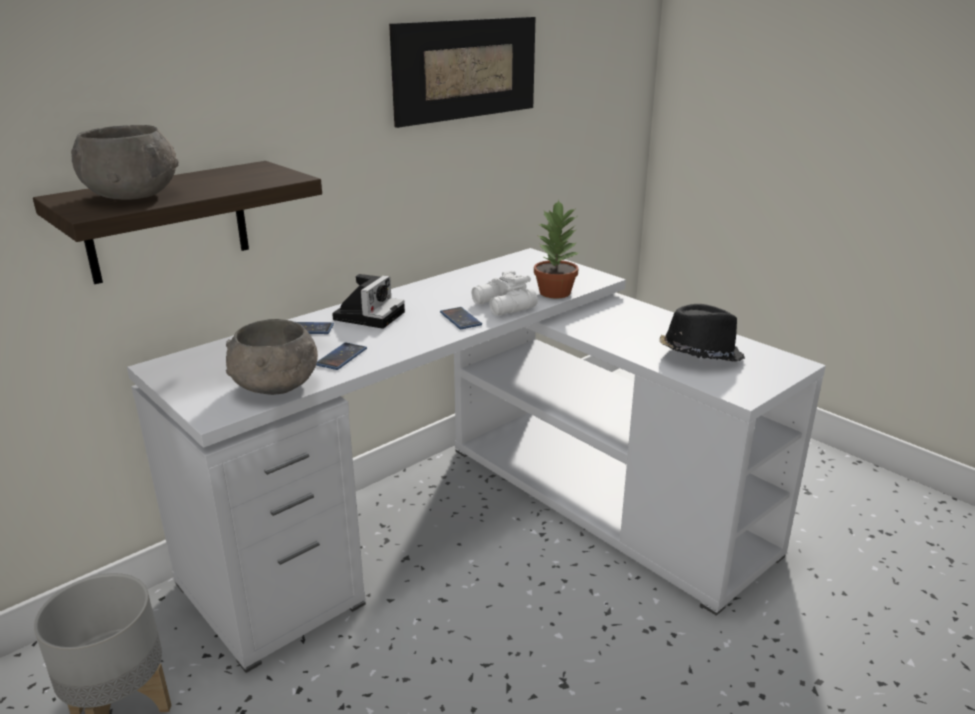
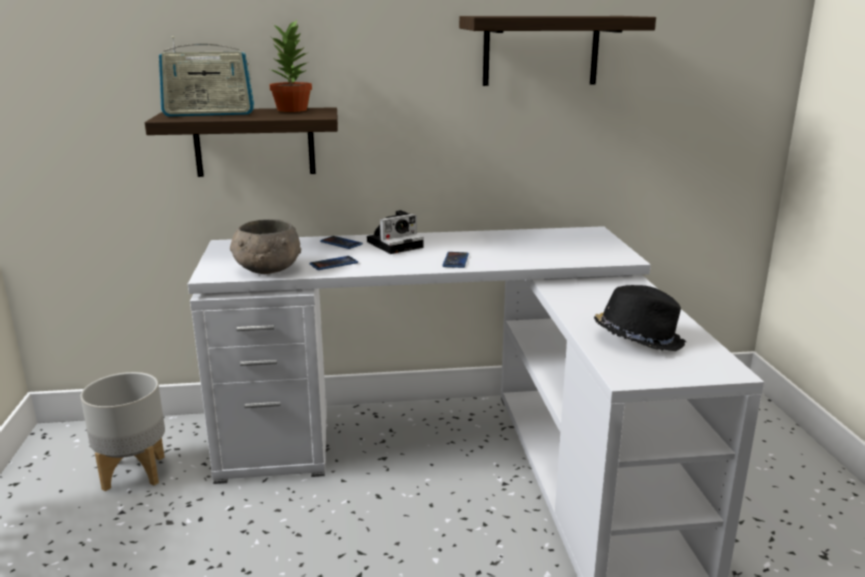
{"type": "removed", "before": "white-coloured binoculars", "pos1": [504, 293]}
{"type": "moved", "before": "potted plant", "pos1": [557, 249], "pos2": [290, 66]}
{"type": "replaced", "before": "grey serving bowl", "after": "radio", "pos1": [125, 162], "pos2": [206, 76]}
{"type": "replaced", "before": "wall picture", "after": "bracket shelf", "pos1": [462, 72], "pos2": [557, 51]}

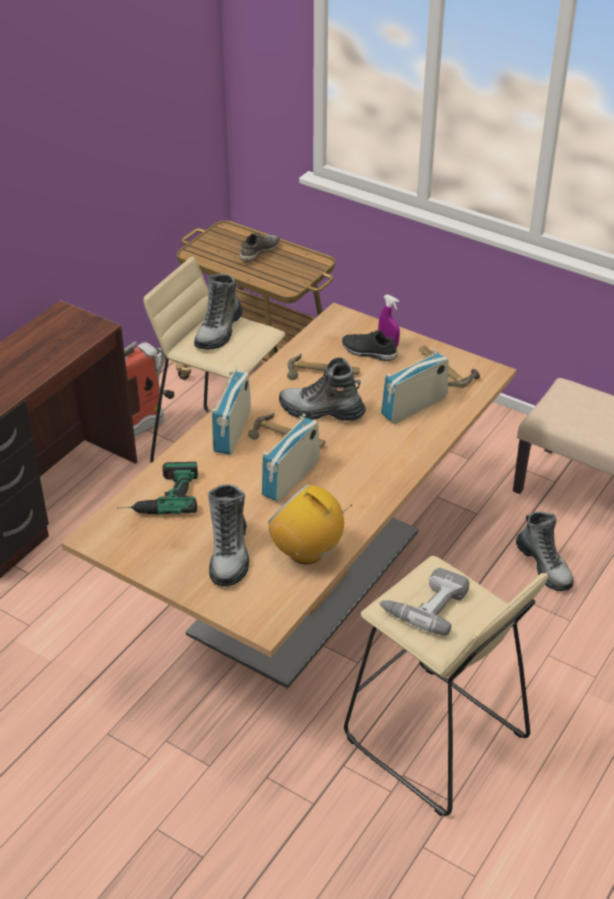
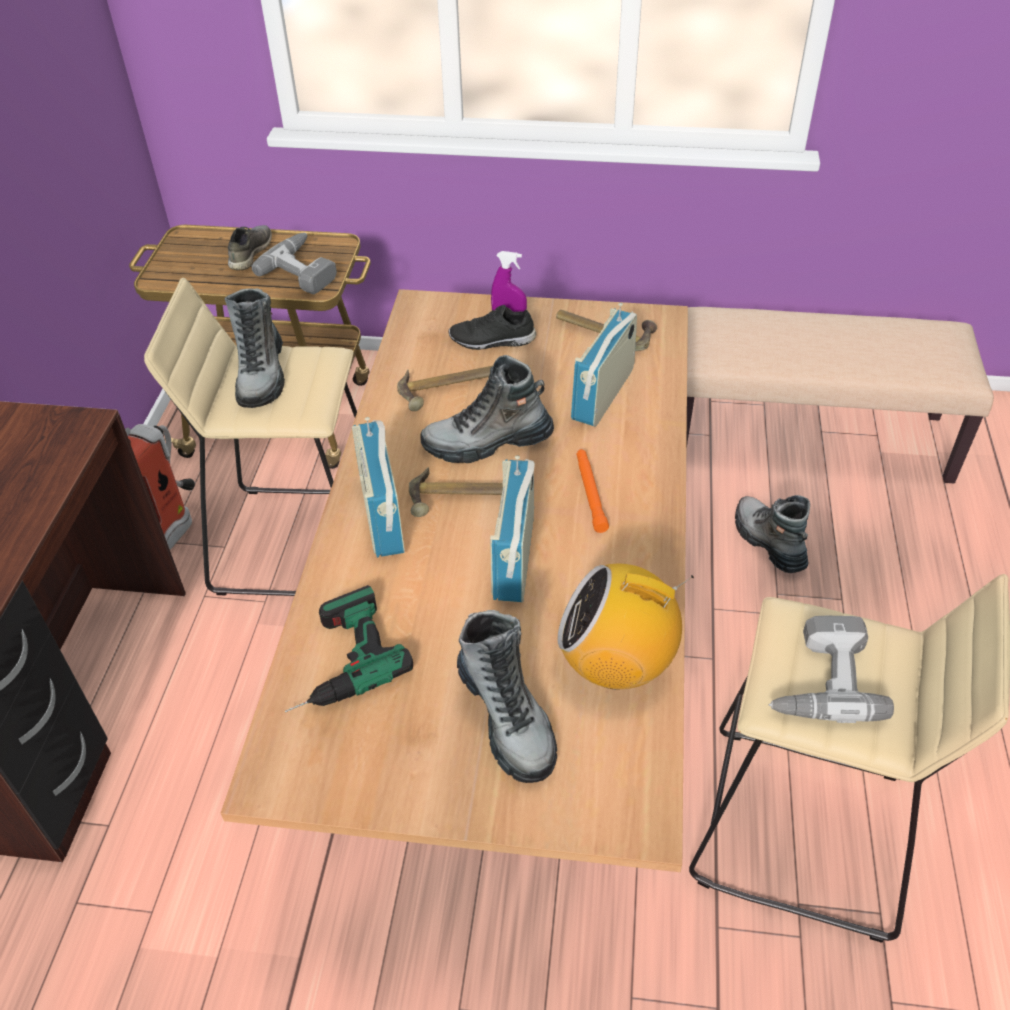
{"type": "added", "after": "drill", "pos2": [294, 264]}
{"type": "added", "after": "orange-coloured hand torch", "pos2": [593, 491]}
{"type": "turned", "before": "boot", "pos1": [544, 551], "pos2": [772, 534], "turn": -150}

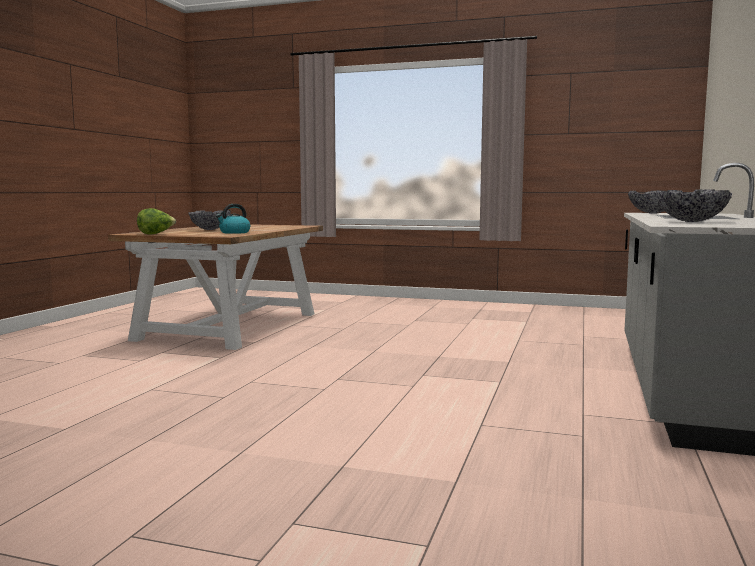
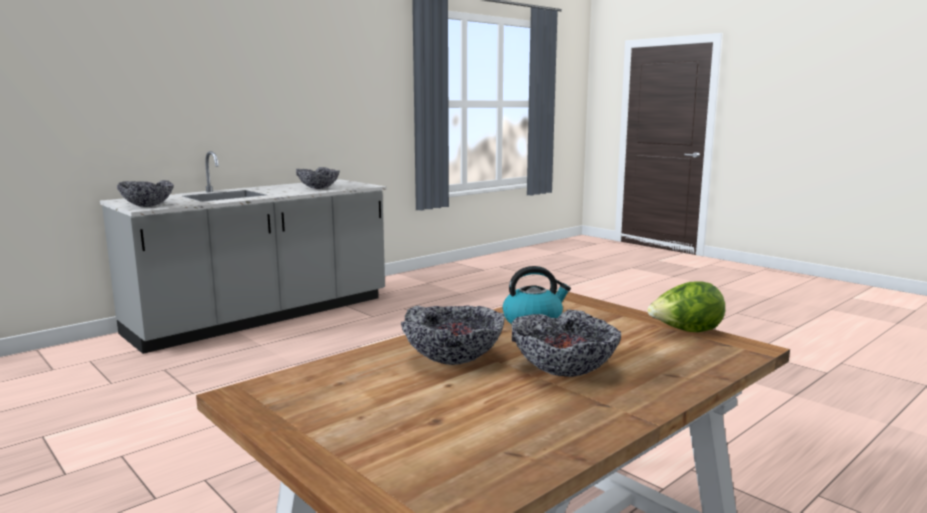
{"type": "added", "after": "serving bowl", "pos2": [453, 335]}

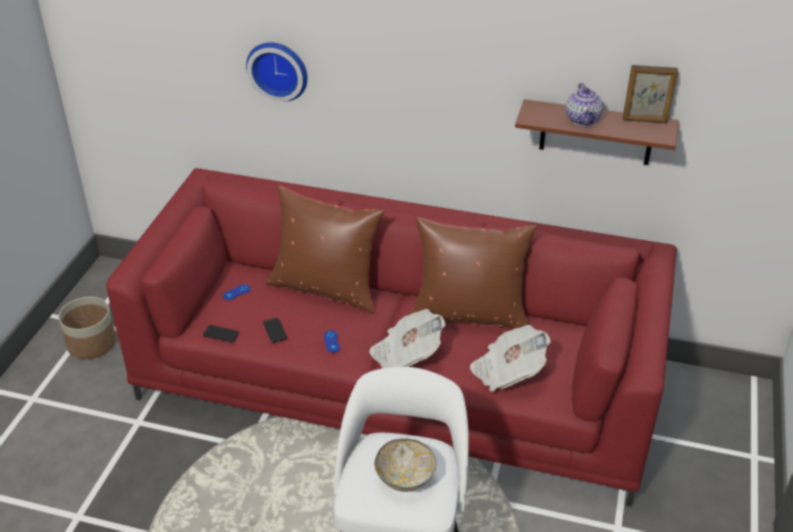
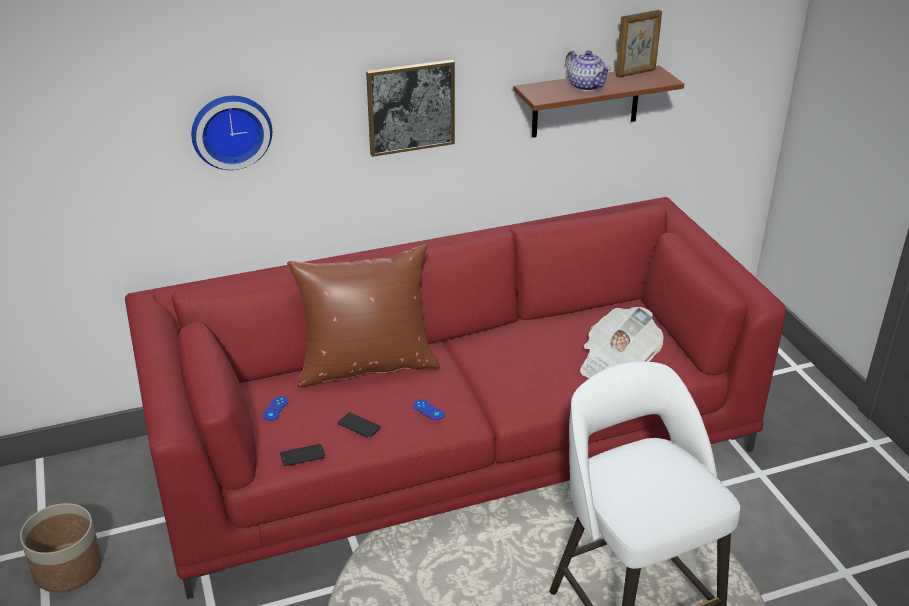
{"type": "removed", "before": "daily paper", "pos1": [407, 338]}
{"type": "removed", "before": "serving bowl", "pos1": [405, 465]}
{"type": "removed", "before": "brown throw pillow", "pos1": [473, 273]}
{"type": "added", "after": "wall picture", "pos2": [410, 108]}

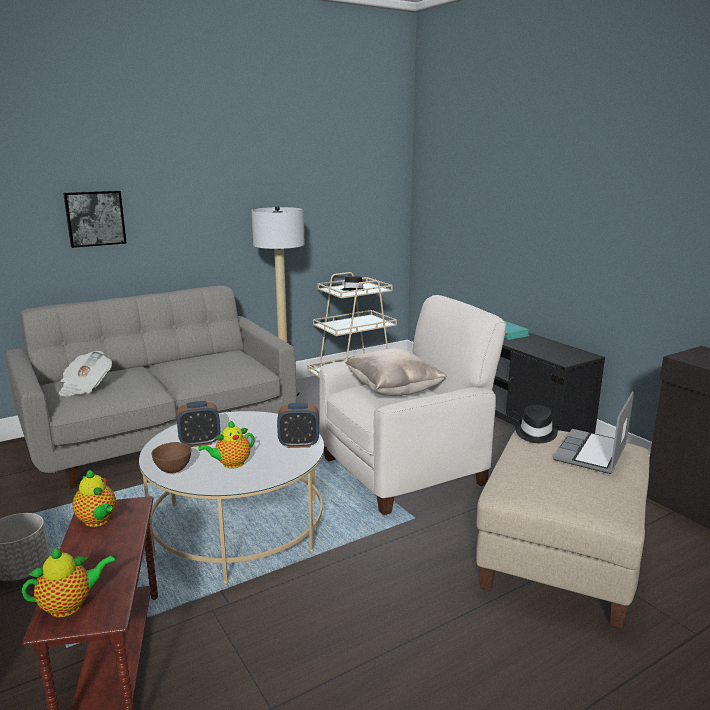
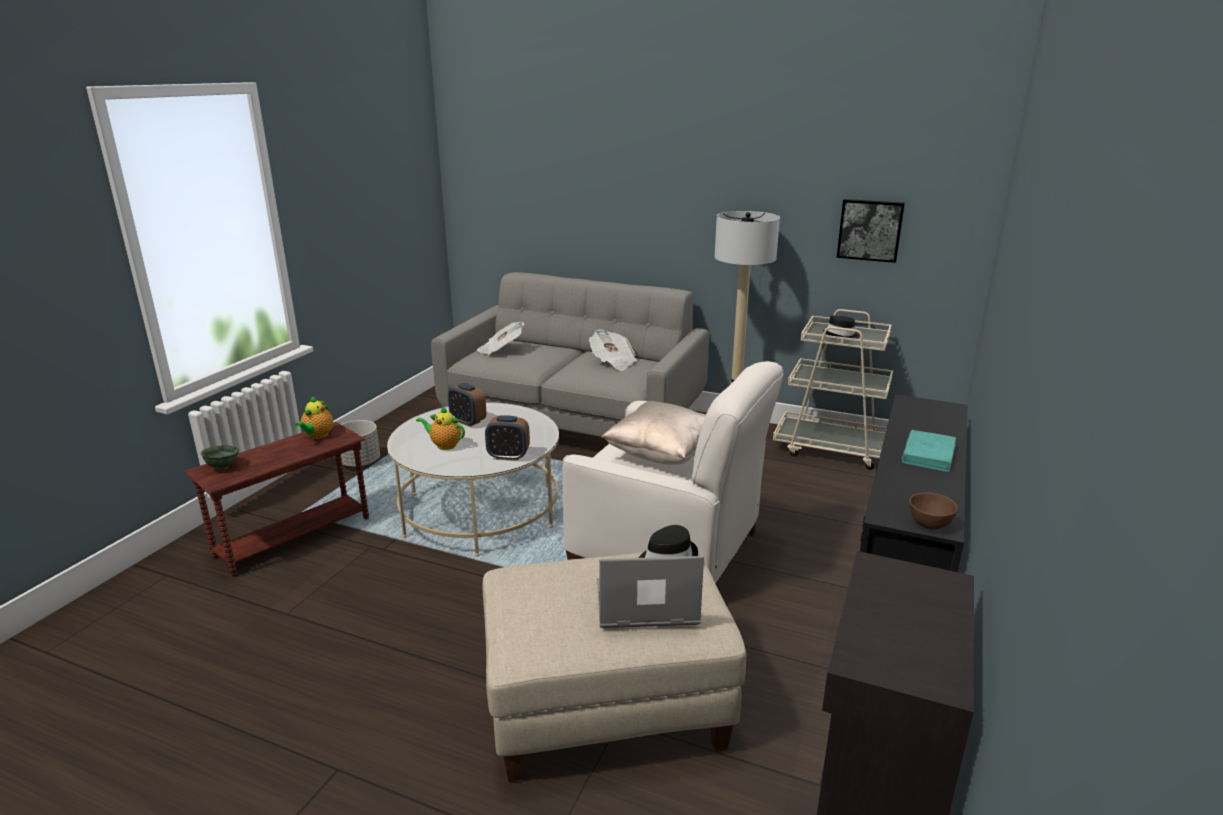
{"type": "added", "after": "daily paper", "pos2": [613, 350]}
{"type": "moved", "before": "wall picture", "pos1": [95, 219], "pos2": [871, 231]}
{"type": "moved", "before": "brown serving bowl", "pos1": [171, 457], "pos2": [933, 511]}
{"type": "replaced", "before": "pot for tea", "after": "green serving bowl", "pos1": [68, 581], "pos2": [220, 457]}
{"type": "turned", "before": "table clock", "pos1": [298, 425], "pos2": [507, 438], "turn": -45}

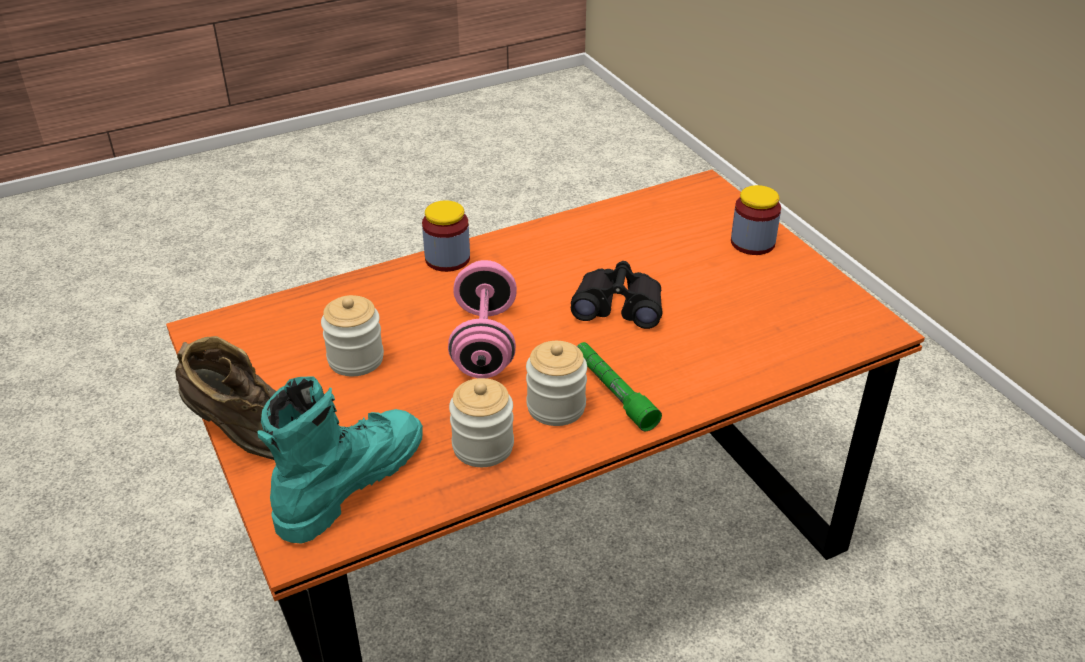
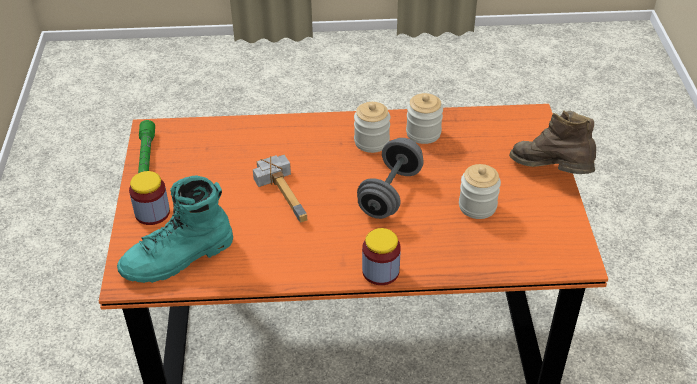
{"type": "moved", "before": "turquoise boot", "pos1": [340, 460], "pos2": [175, 229]}
{"type": "moved", "before": "green hand torch", "pos1": [619, 386], "pos2": [146, 146]}
{"type": "replaced", "before": "blackish binoculars", "after": "tool hammer", "pos1": [617, 295], "pos2": [280, 189]}
{"type": "recoloured", "before": "pink-coloured hand weight", "after": "grey hand weight", "pos1": [482, 319], "pos2": [390, 178]}

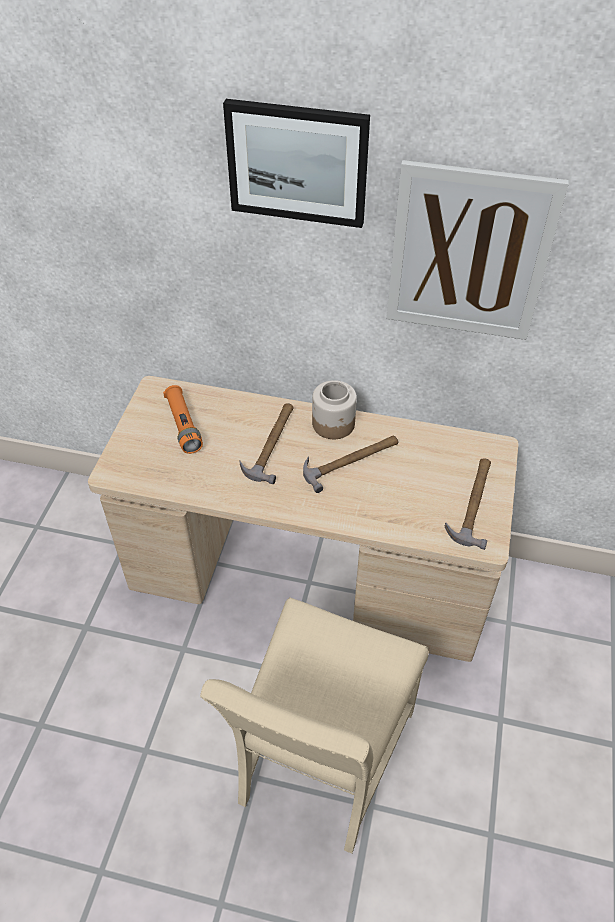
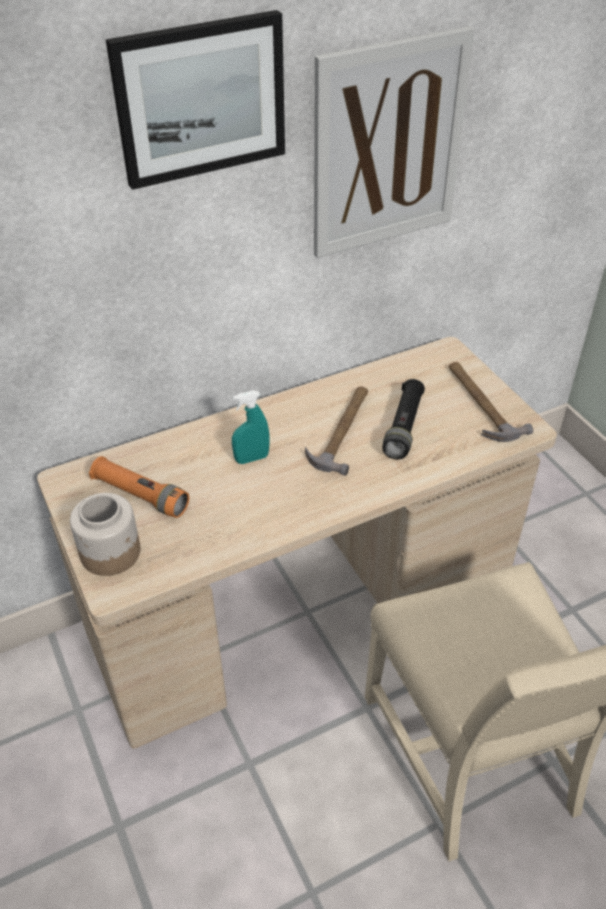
{"type": "added", "after": "blackish hand torch", "pos2": [403, 419]}
{"type": "moved", "before": "storage jar", "pos1": [334, 409], "pos2": [105, 534]}
{"type": "replaced", "before": "tool hammer", "after": "turquoise spray bottle", "pos1": [266, 443], "pos2": [251, 427]}

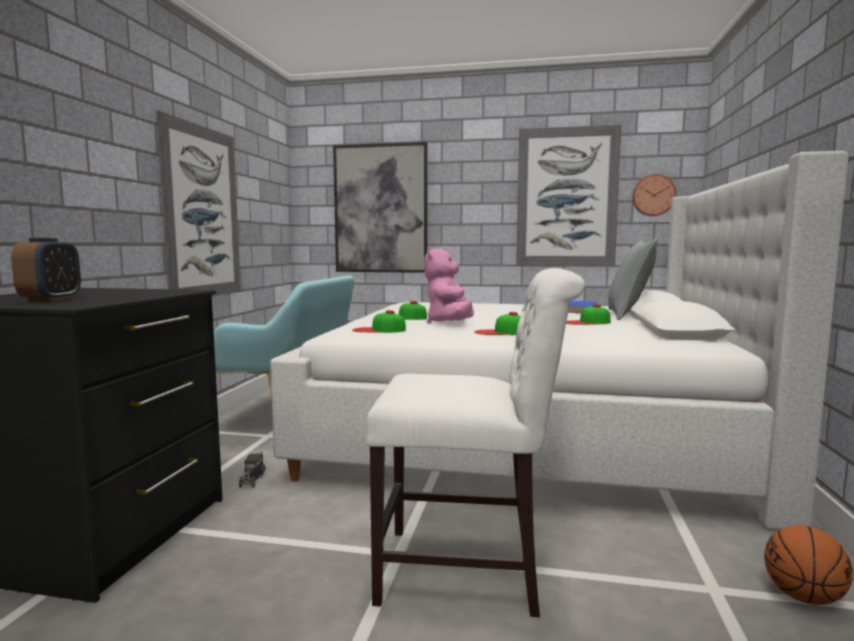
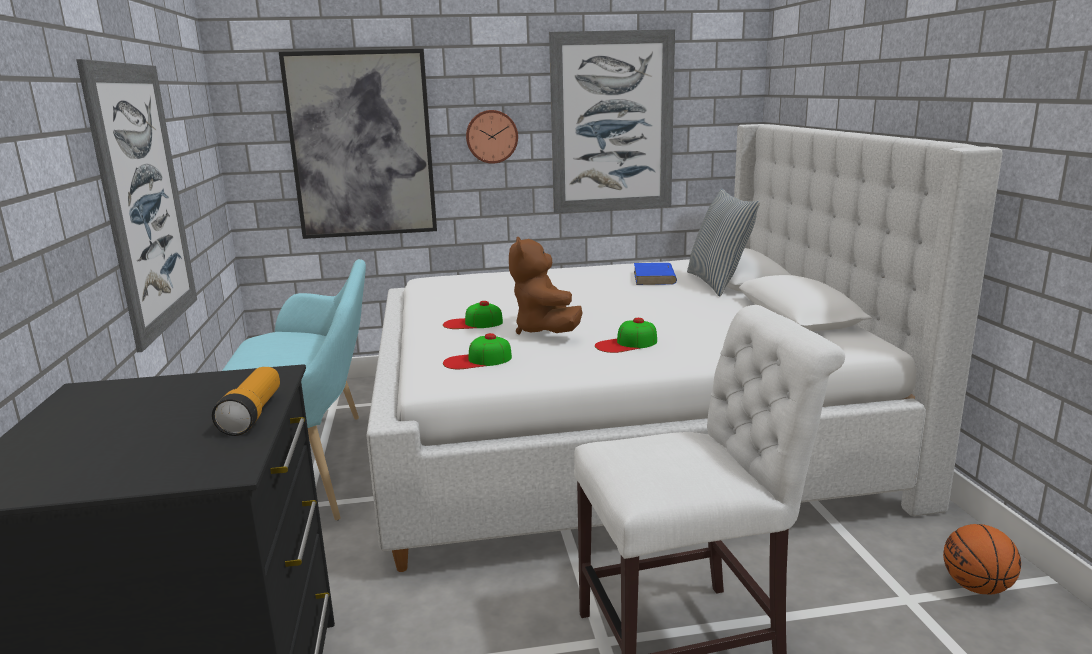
{"type": "removed", "before": "table clock", "pos1": [46, 269]}
{"type": "removed", "before": "toy lorry", "pos1": [252, 469]}
{"type": "removed", "before": "cap", "pos1": [588, 314]}
{"type": "added", "after": "hand torch", "pos2": [246, 401]}
{"type": "moved", "before": "wall clock", "pos1": [654, 195], "pos2": [492, 137]}
{"type": "recoloured", "before": "pink-coloured plush toy", "after": "brown plush toy", "pos1": [449, 285], "pos2": [545, 285]}

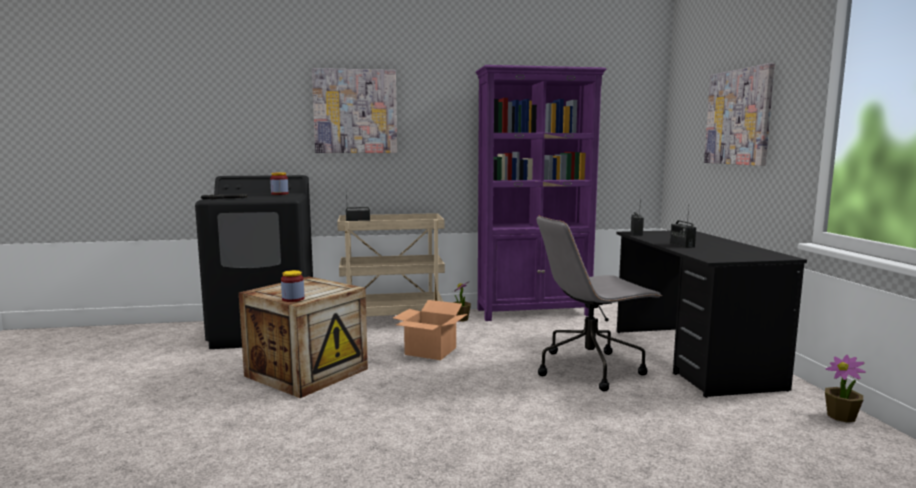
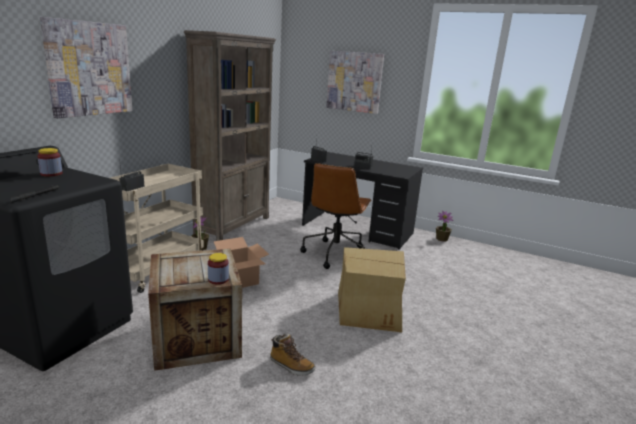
{"type": "added", "after": "boot", "pos2": [292, 355]}
{"type": "added", "after": "carton", "pos2": [372, 289]}
{"type": "recoloured", "before": "purple bookcase", "after": "brown bookcase", "pos1": [541, 193], "pos2": [230, 135]}
{"type": "recoloured", "before": "grey computer chair", "after": "brown computer chair", "pos1": [600, 304], "pos2": [336, 216]}

